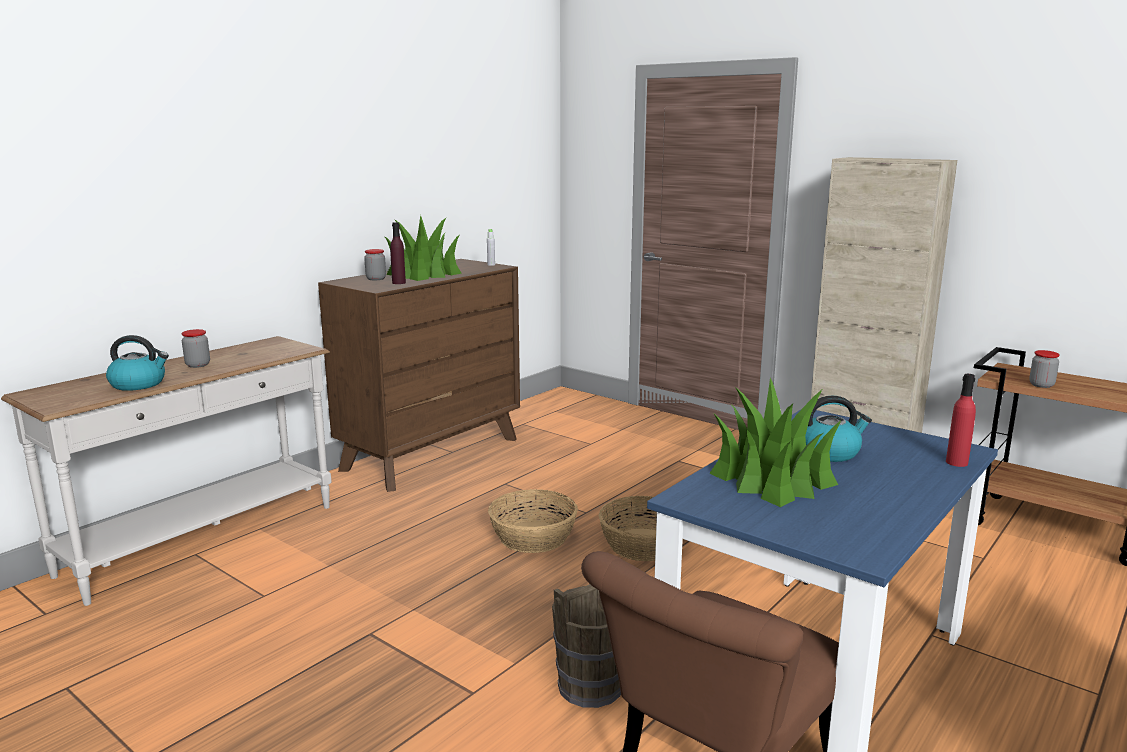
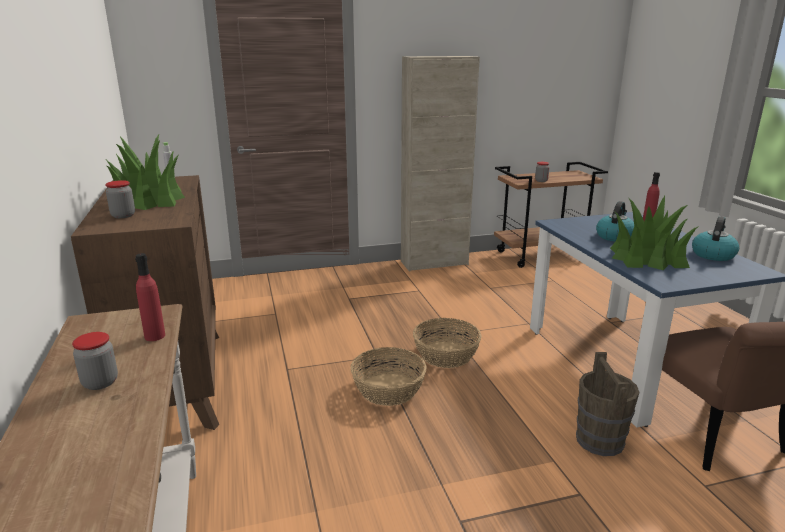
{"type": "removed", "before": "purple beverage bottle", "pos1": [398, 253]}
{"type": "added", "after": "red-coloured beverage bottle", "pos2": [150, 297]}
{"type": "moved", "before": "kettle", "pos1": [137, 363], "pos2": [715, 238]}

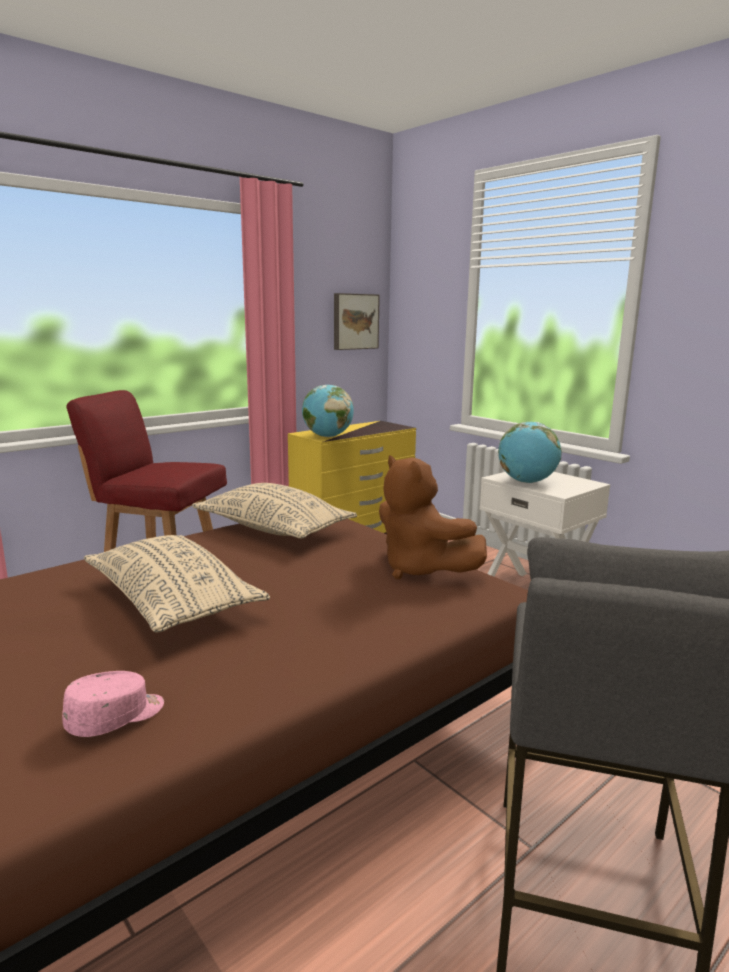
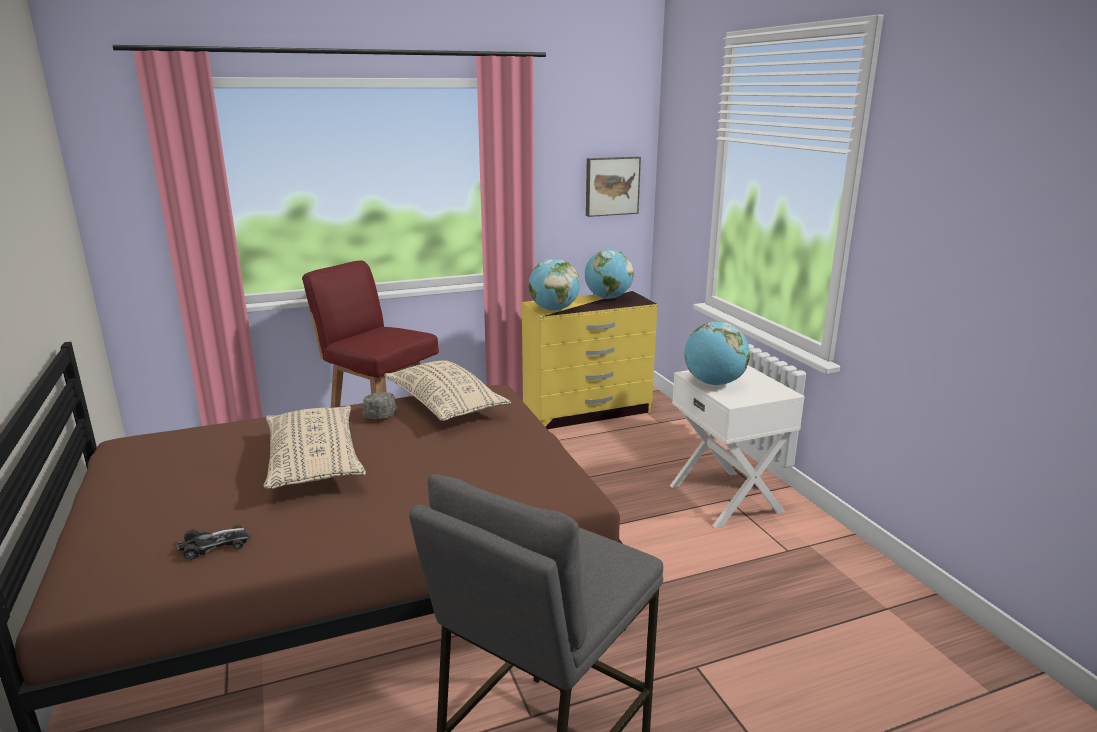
{"type": "removed", "before": "brown plush toy", "pos1": [433, 517]}
{"type": "added", "after": "grey cap", "pos2": [380, 405]}
{"type": "added", "after": "world globe", "pos2": [609, 274]}
{"type": "replaced", "before": "pink-coloured cap", "after": "model car", "pos1": [113, 704], "pos2": [213, 542]}

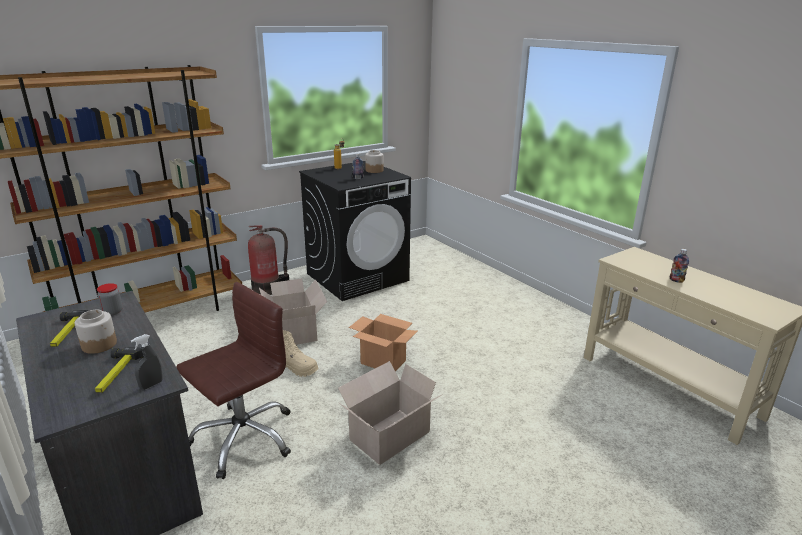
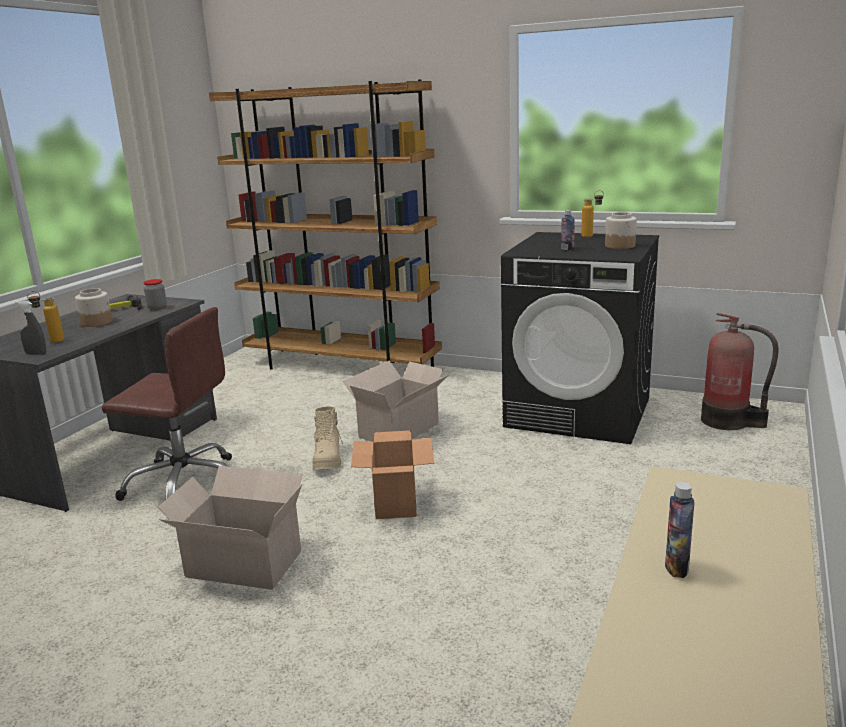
{"type": "moved", "before": "fire extinguisher", "pos1": [268, 260], "pos2": [740, 371]}
{"type": "replaced", "before": "tool hammer", "after": "beverage bottle", "pos1": [119, 370], "pos2": [45, 317]}

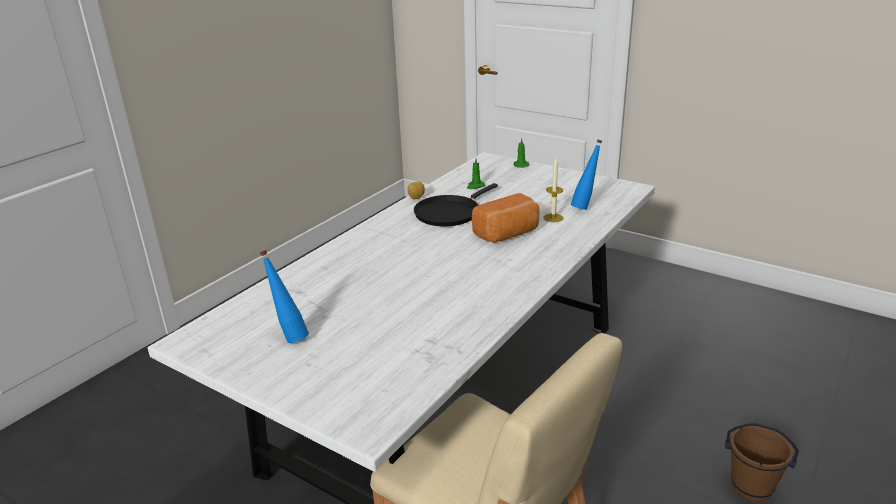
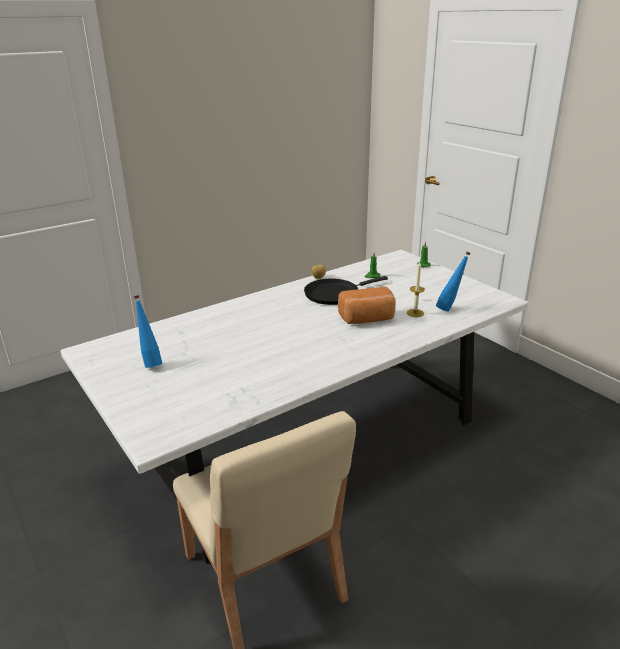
{"type": "removed", "before": "brown water bucket", "pos1": [762, 462]}

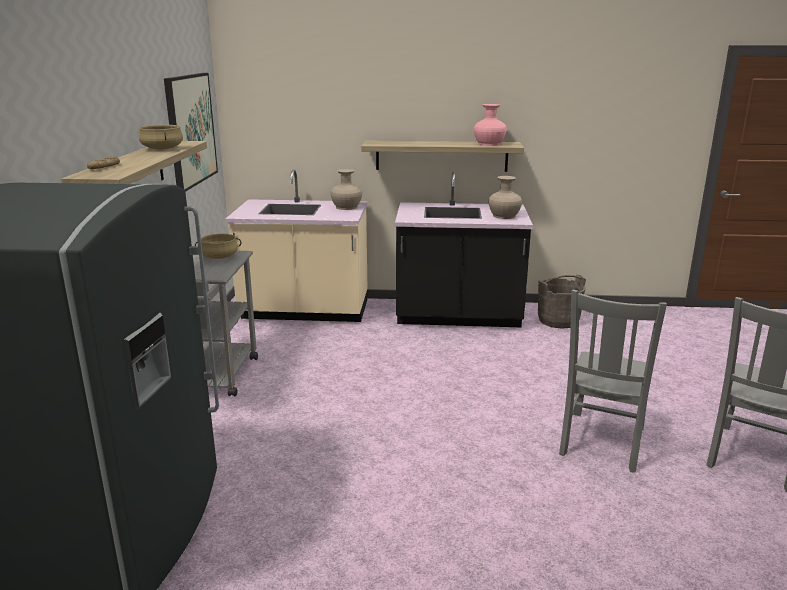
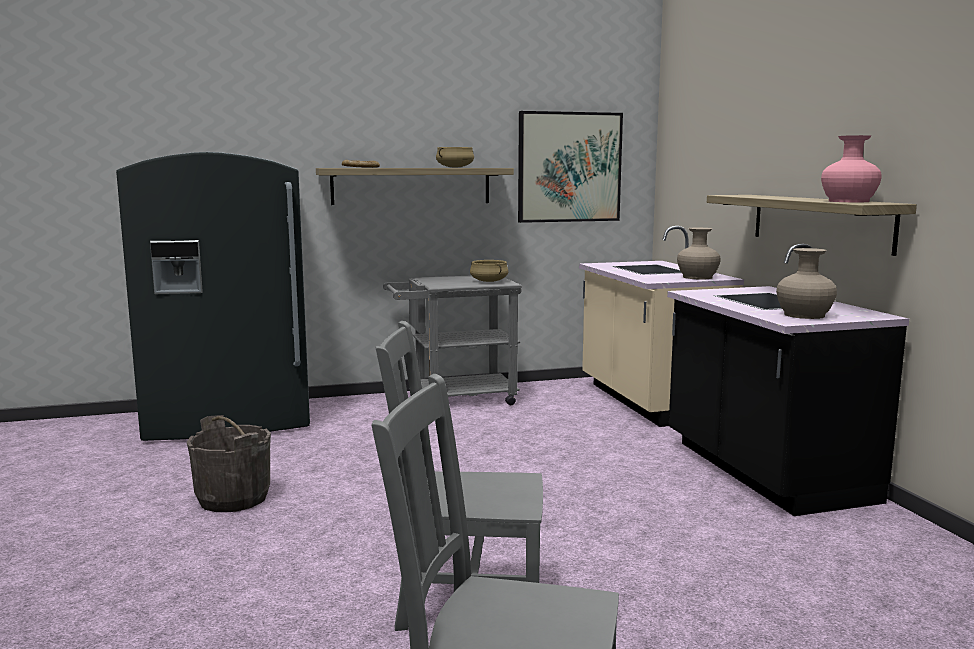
{"type": "moved", "before": "grey water bucket", "pos1": [562, 302], "pos2": [229, 463]}

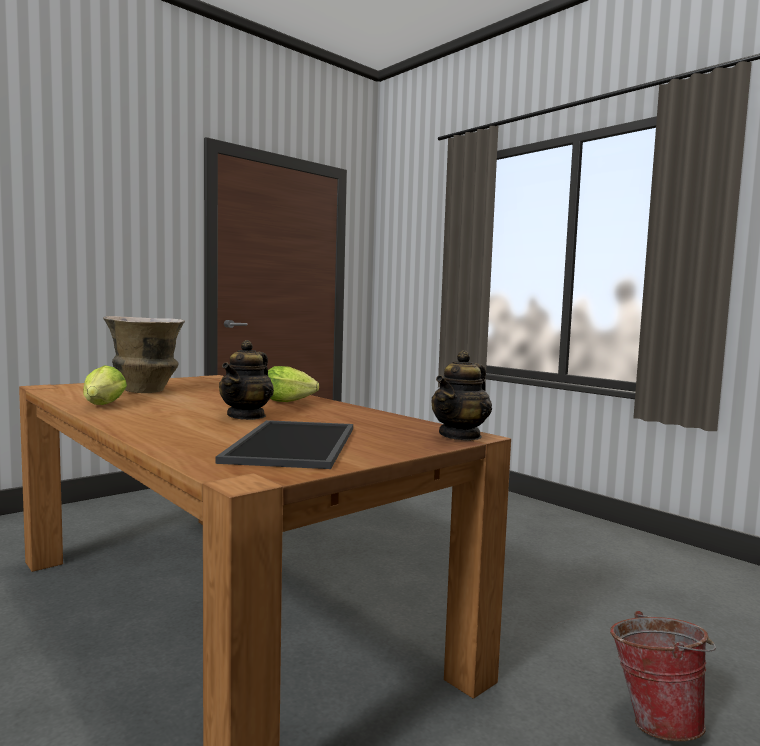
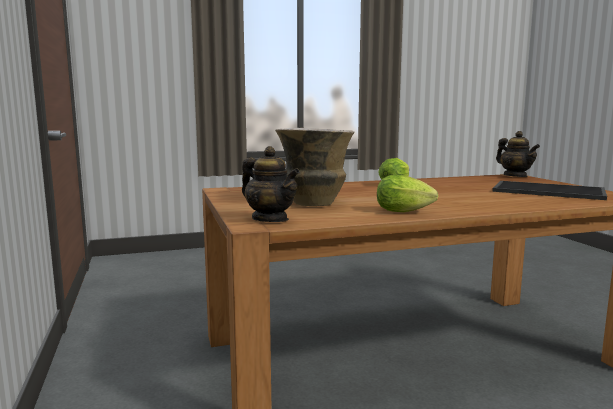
{"type": "removed", "before": "water bucket", "pos1": [663, 676]}
{"type": "moved", "before": "pot for tea", "pos1": [246, 380], "pos2": [271, 184]}

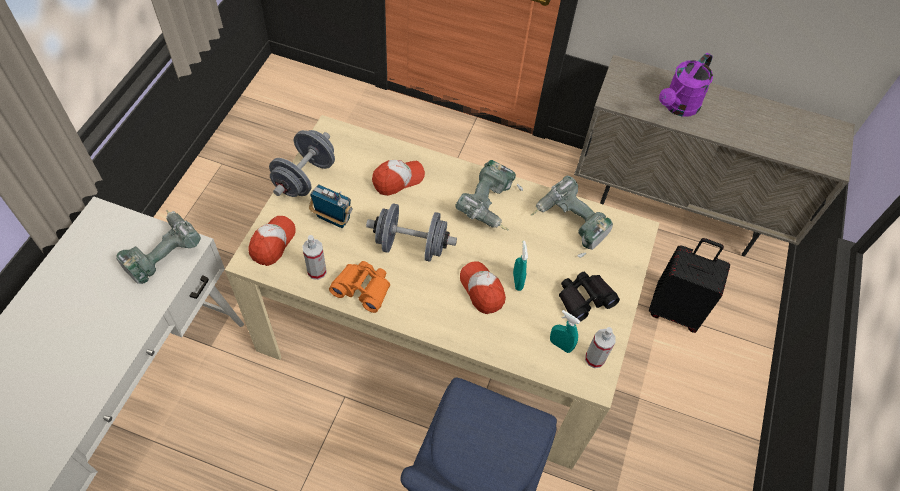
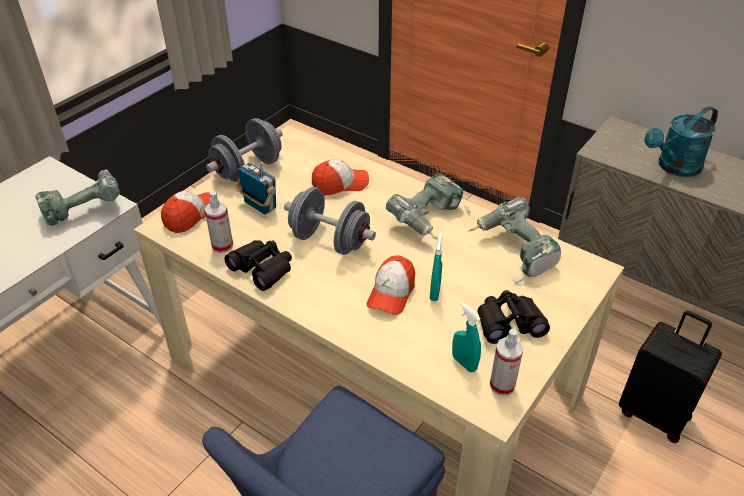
{"type": "recoloured", "before": "orange-coloured binoculars", "after": "blackish binoculars", "pos1": [359, 287], "pos2": [258, 265]}
{"type": "recoloured", "before": "purple watering can", "after": "turquoise watering can", "pos1": [686, 85], "pos2": [681, 141]}
{"type": "turned", "before": "cap", "pos1": [483, 288], "pos2": [391, 285], "turn": -150}

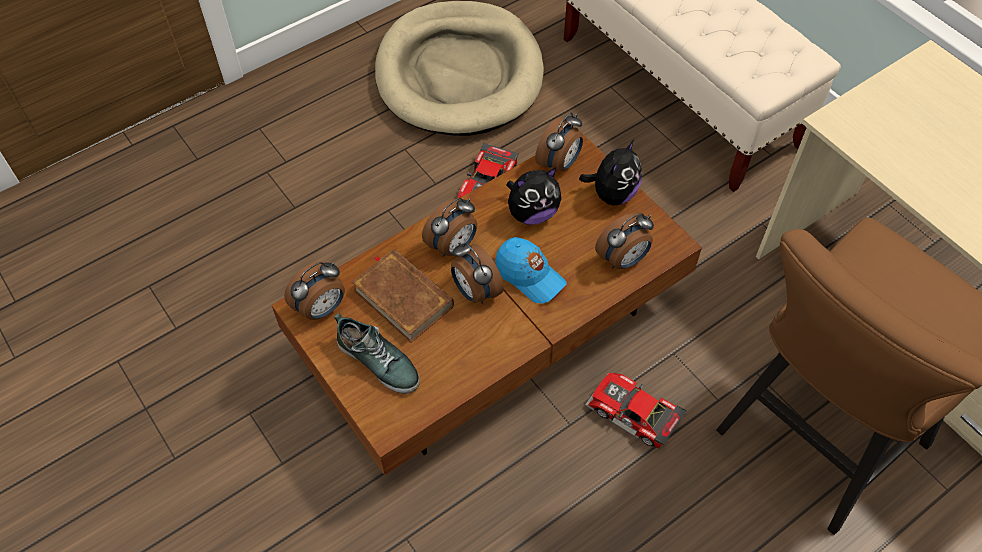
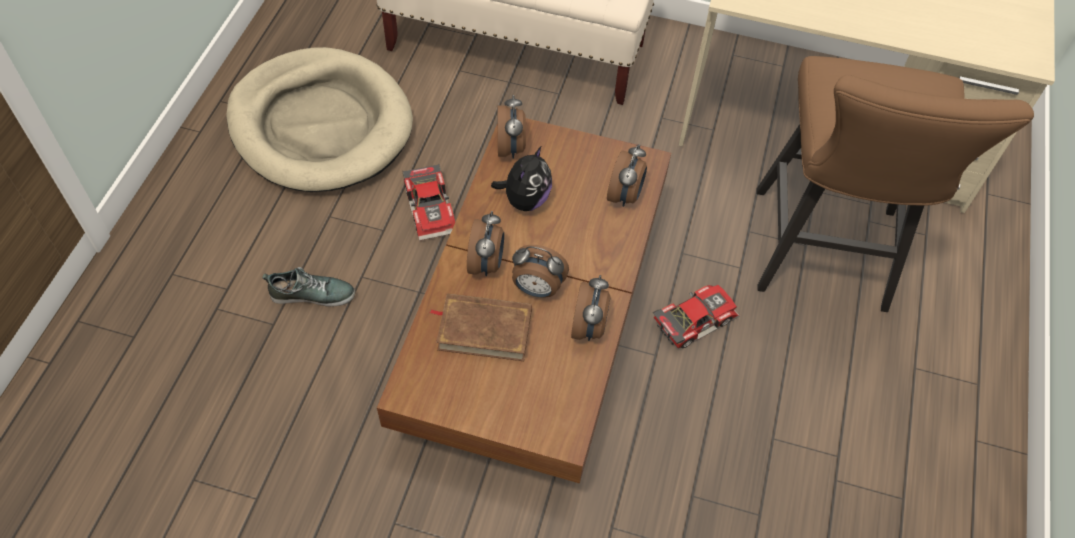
{"type": "removed", "before": "bluish cap", "pos1": [531, 270]}
{"type": "removed", "before": "plush toy", "pos1": [610, 172]}
{"type": "moved", "before": "table clock", "pos1": [314, 290], "pos2": [591, 308]}
{"type": "moved", "before": "item of footwear", "pos1": [377, 353], "pos2": [308, 287]}
{"type": "turned", "before": "model car", "pos1": [636, 410], "pos2": [696, 316], "turn": 150}

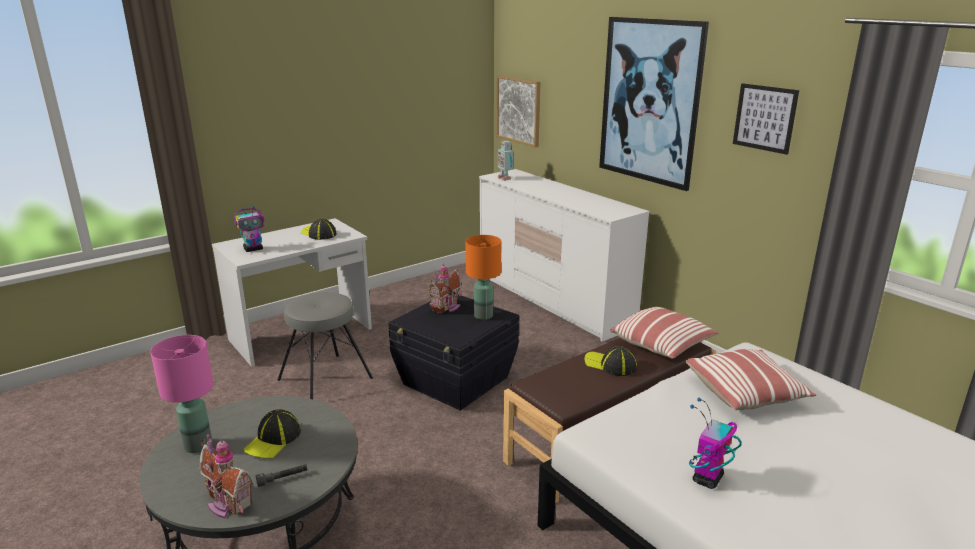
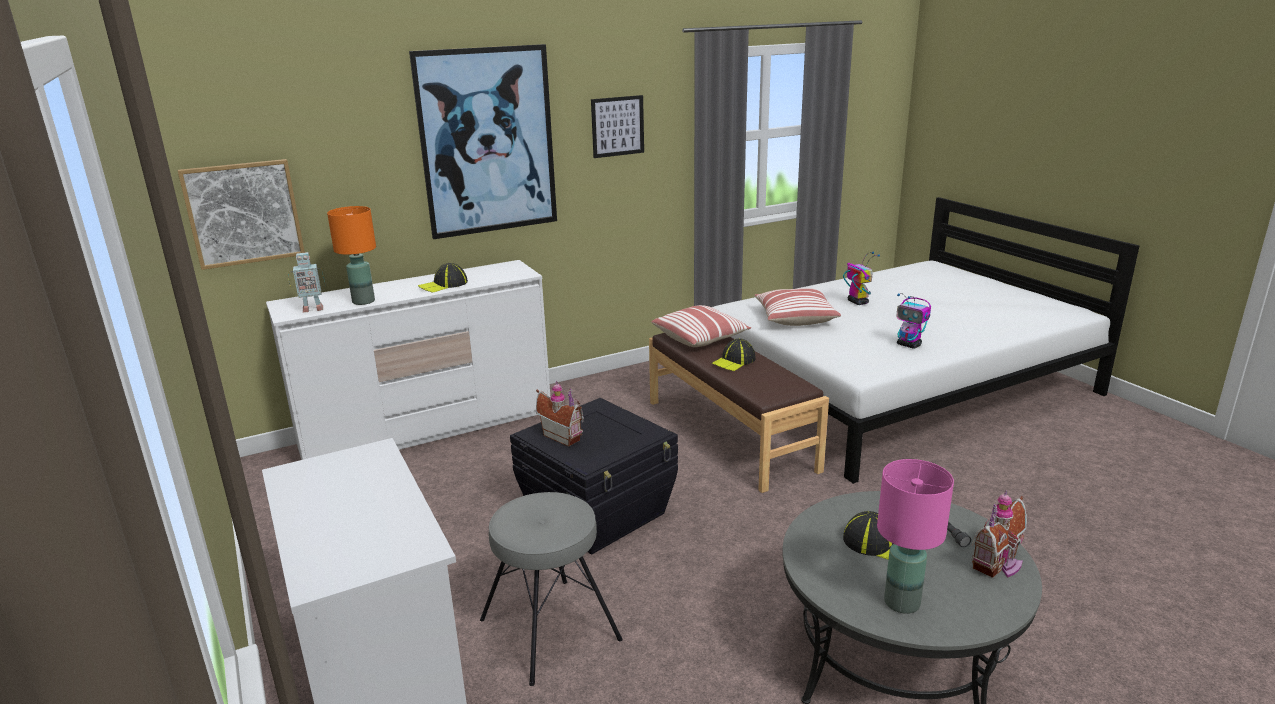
{"type": "moved", "before": "model robot", "pos1": [249, 229], "pos2": [861, 278]}
{"type": "moved", "before": "cap", "pos1": [319, 229], "pos2": [443, 278]}
{"type": "moved", "before": "orange-coloured tabletop lamp", "pos1": [483, 277], "pos2": [351, 255]}

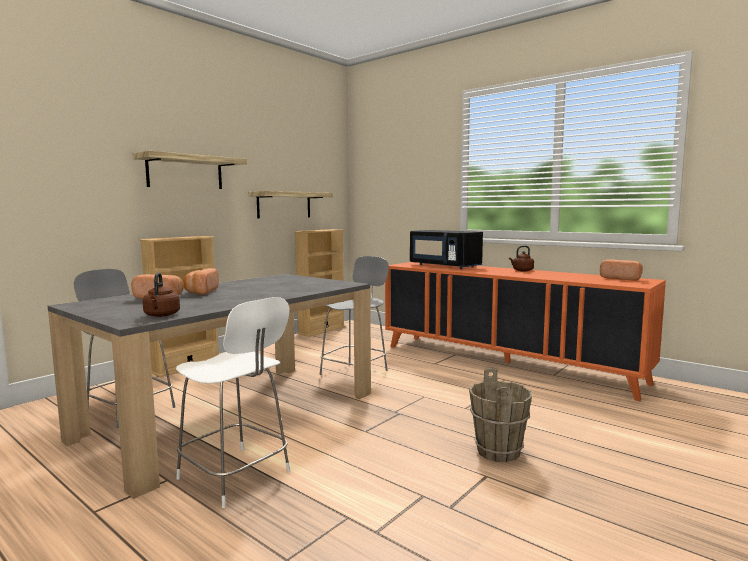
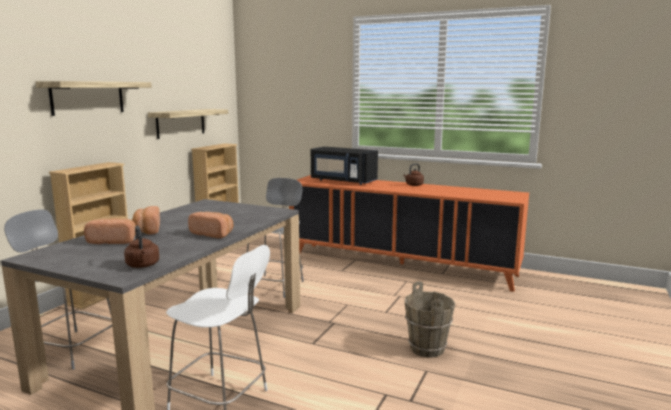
{"type": "moved", "before": "bakery bread", "pos1": [621, 269], "pos2": [210, 225]}

